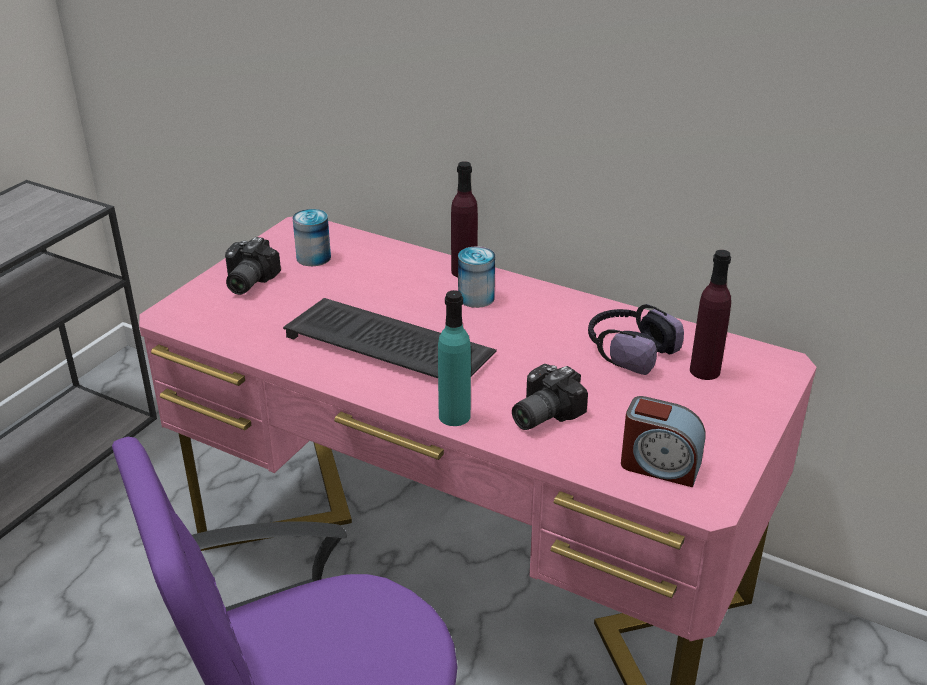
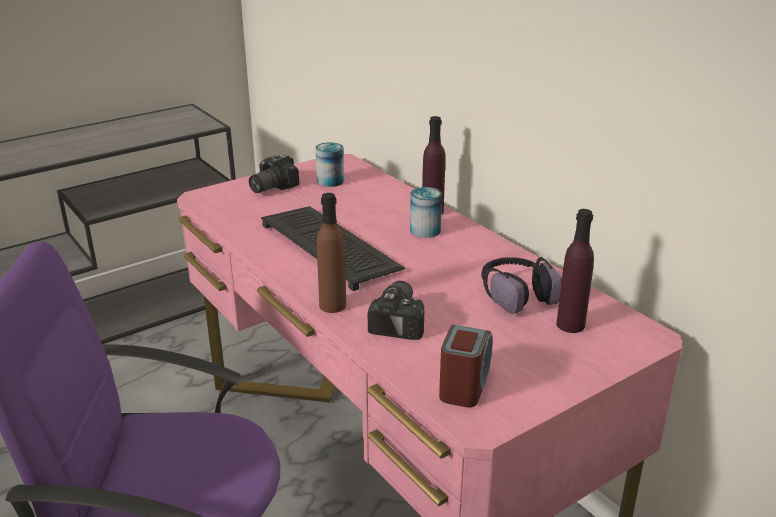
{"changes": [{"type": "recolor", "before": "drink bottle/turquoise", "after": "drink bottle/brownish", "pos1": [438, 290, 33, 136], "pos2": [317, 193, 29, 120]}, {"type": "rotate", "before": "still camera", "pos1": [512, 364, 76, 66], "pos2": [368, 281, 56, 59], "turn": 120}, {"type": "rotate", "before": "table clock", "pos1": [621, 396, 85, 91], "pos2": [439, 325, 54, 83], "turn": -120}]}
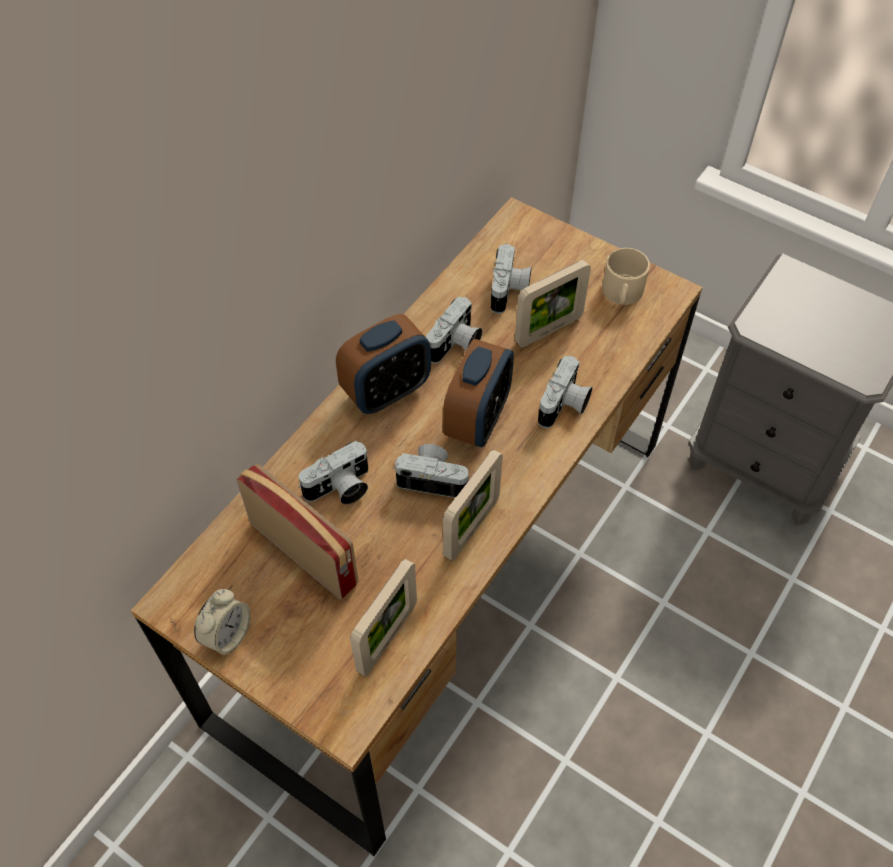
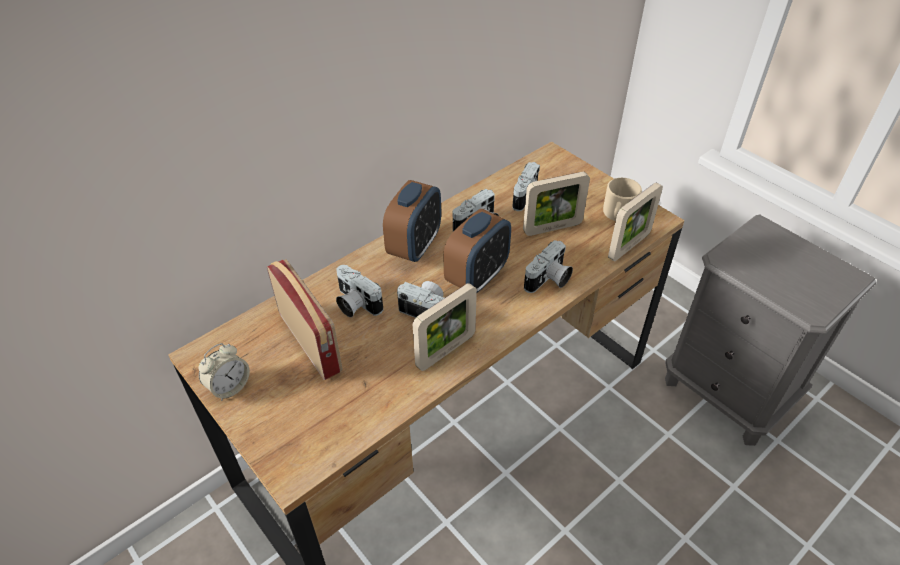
{"changes": [{"type": "rotate", "before": "still camera", "pos1": [298, 441, 70, 64], "pos2": [336, 265, 47, 52], "turn": 60}, {"type": "rotate", "before": "table clock", "pos1": [336, 314, 95, 100], "pos2": [383, 180, 58, 82], "turn": -45}, {"type": "move", "before": "picture frame", "pos1": [350, 559, 67, 118], "pos2": [608, 182, 55, 79]}]}
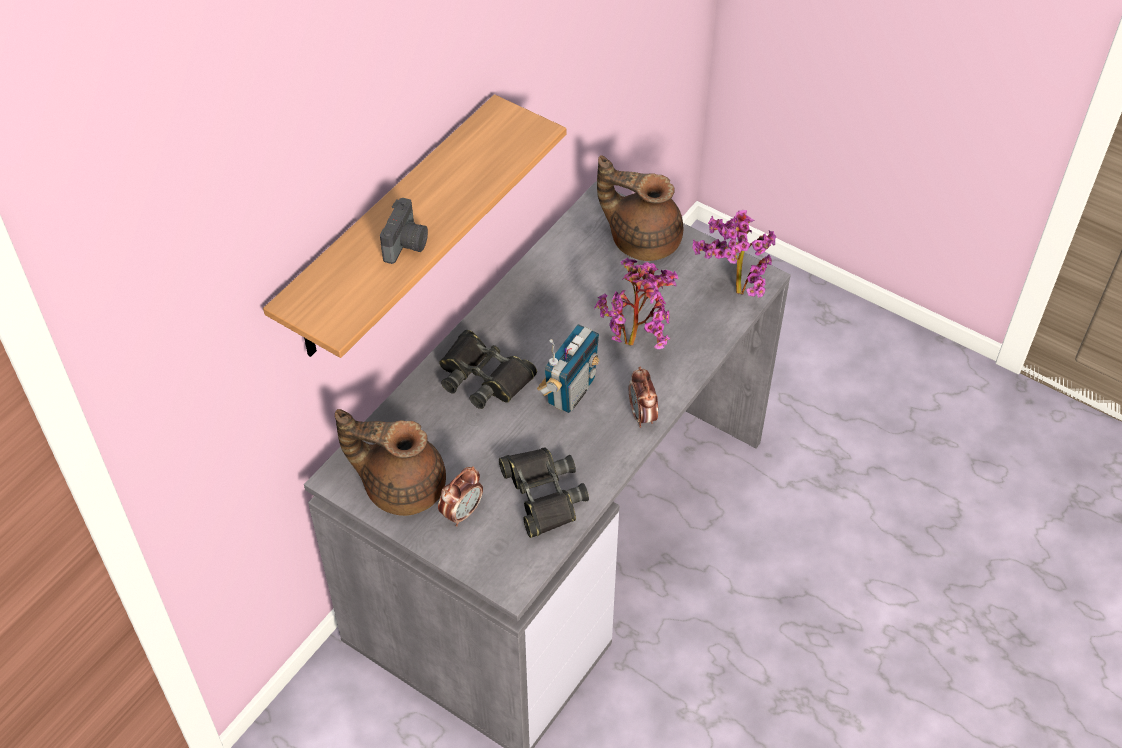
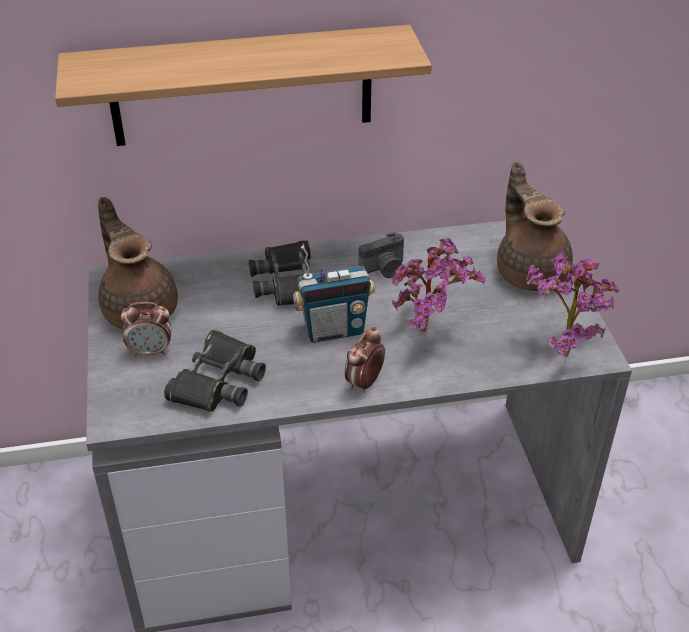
{"changes": [{"type": "move", "before": "still camera", "pos1": [380, 198, 48, 66], "pos2": [358, 232, 46, 46]}]}
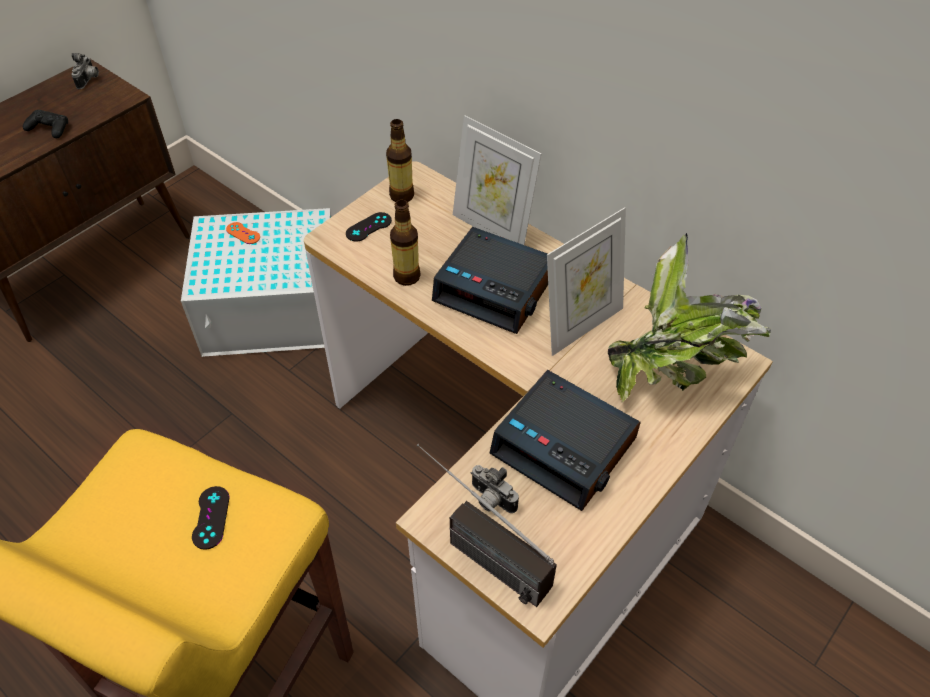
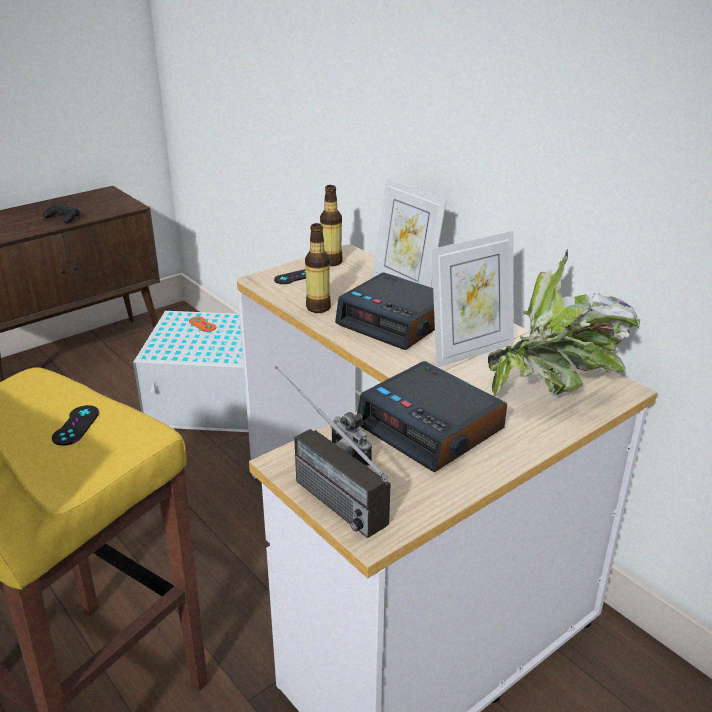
{"changes": [{"type": "delete", "before": "still camera", "pos1": [71, 53, 28, 36]}]}
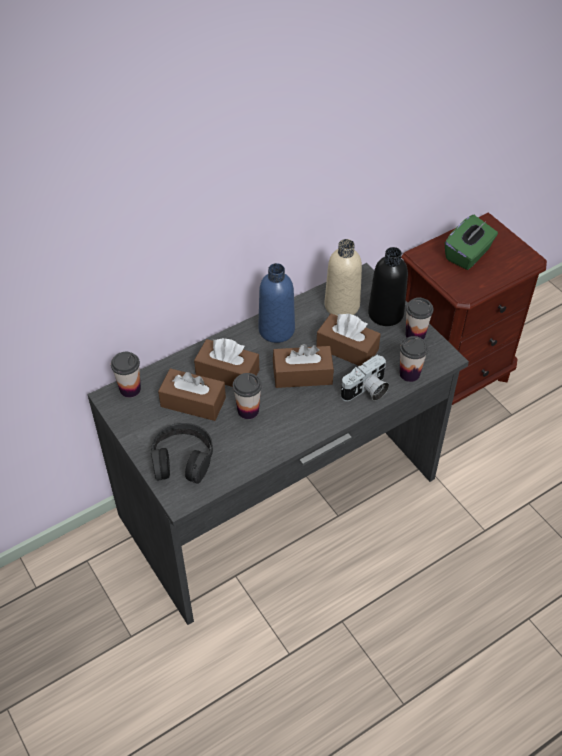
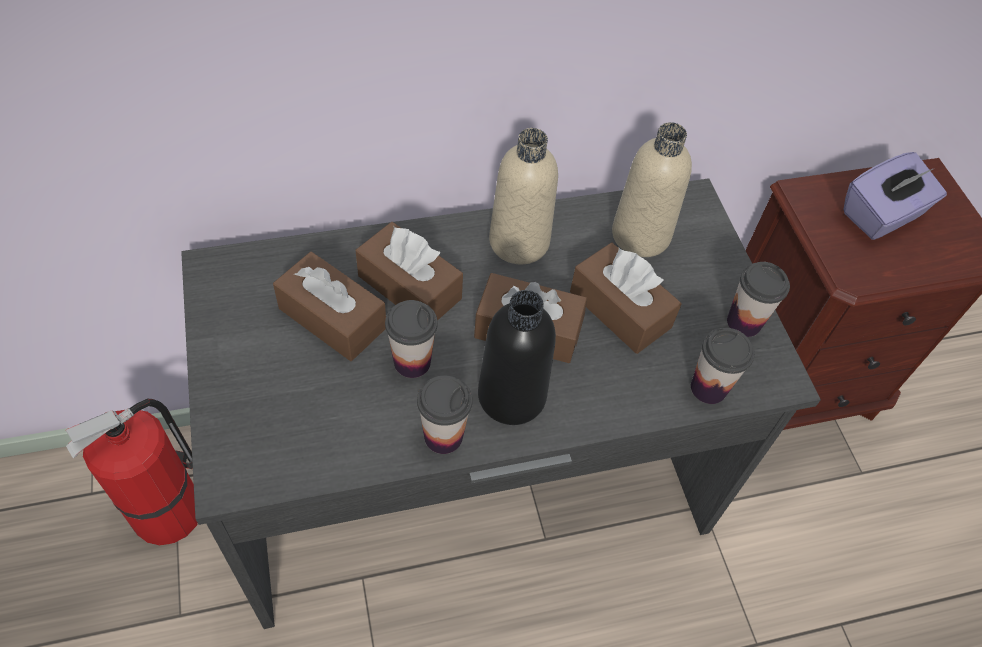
{"changes": [{"type": "insert", "after": "fire extinguisher", "pos2": [66, 399, 132, 147]}, {"type": "move", "before": "drinking cup", "pos1": [111, 352, 30, 46], "pos2": [417, 376, 55, 78]}, {"type": "move", "before": "drink bottle/black-coloured", "pos1": [368, 247, 40, 79], "pos2": [478, 290, 78, 135]}, {"type": "recolor", "before": "drink bottle/blue-coloured", "after": "drink bottle/sand-coloured", "pos1": [258, 263, 37, 80], "pos2": [489, 128, 69, 136]}, {"type": "recolor", "before": "tissue holder/greenish", "after": "tissue holder/purplish", "pos1": [445, 215, 53, 55], "pos2": [843, 152, 104, 88]}, {"type": "delete", "before": "headphones/black-coloured", "pos1": [151, 423, 62, 61]}, {"type": "delete", "before": "still camera", "pos1": [341, 355, 48, 46]}]}
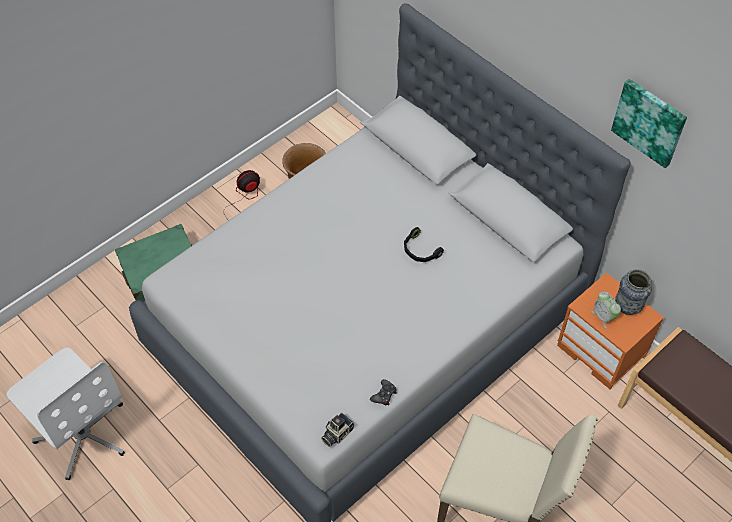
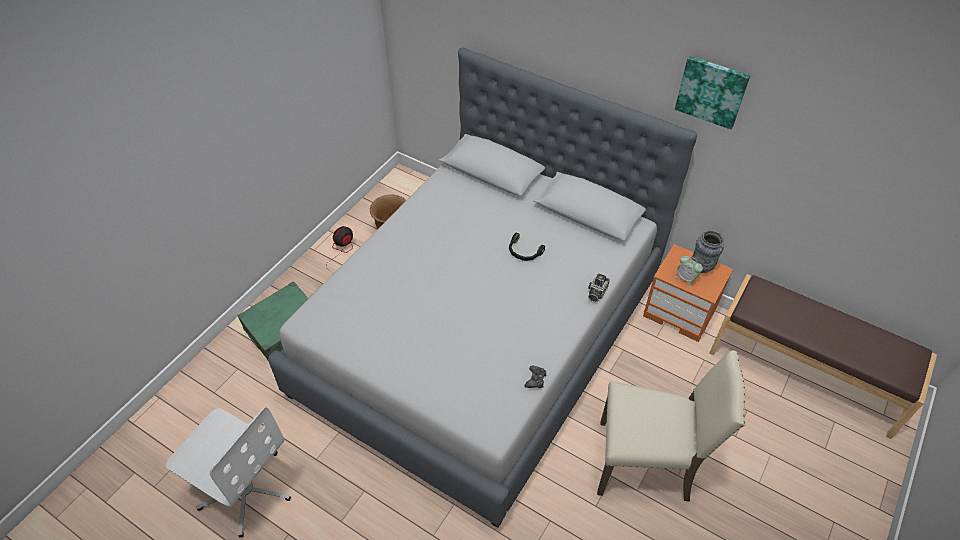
{"changes": [{"type": "move", "before": "still camera", "pos1": [321, 413, 33, 34], "pos2": [588, 273, 22, 29]}]}
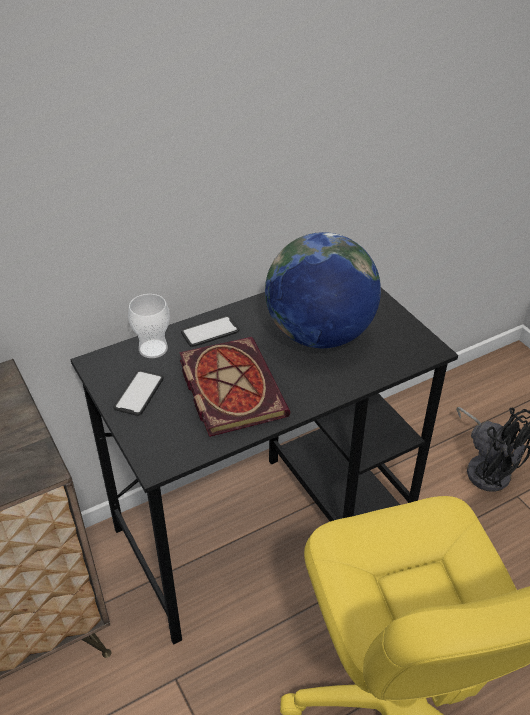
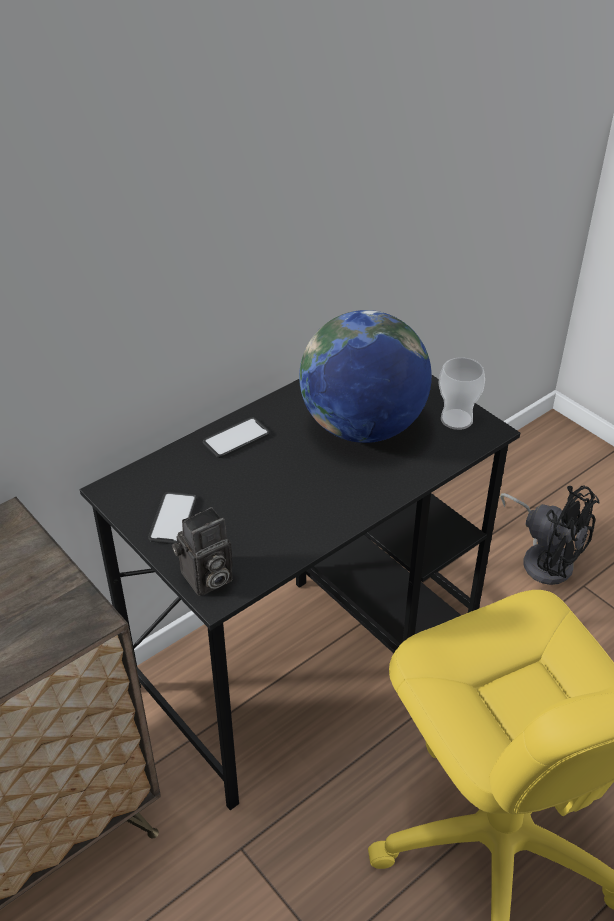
{"changes": [{"type": "insert", "after": "still camera", "pos2": [172, 507, 61, 89]}, {"type": "move", "before": "drinking cup", "pos1": [128, 294, 42, 64], "pos2": [438, 357, 47, 73]}, {"type": "delete", "before": "bound book", "pos1": [179, 337, 111, 100]}]}
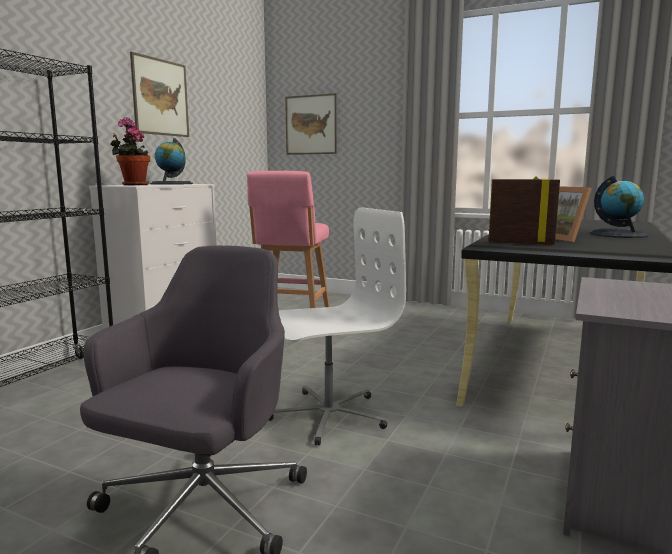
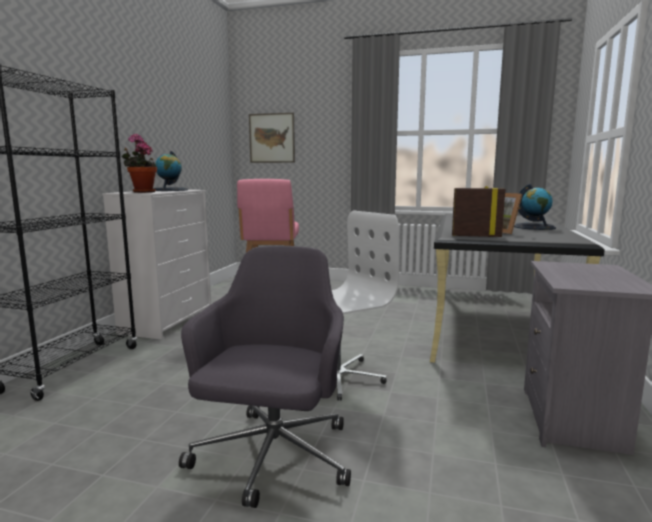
{"changes": [{"type": "delete", "before": "picture", "pos1": [130, 52, 59, 85]}]}
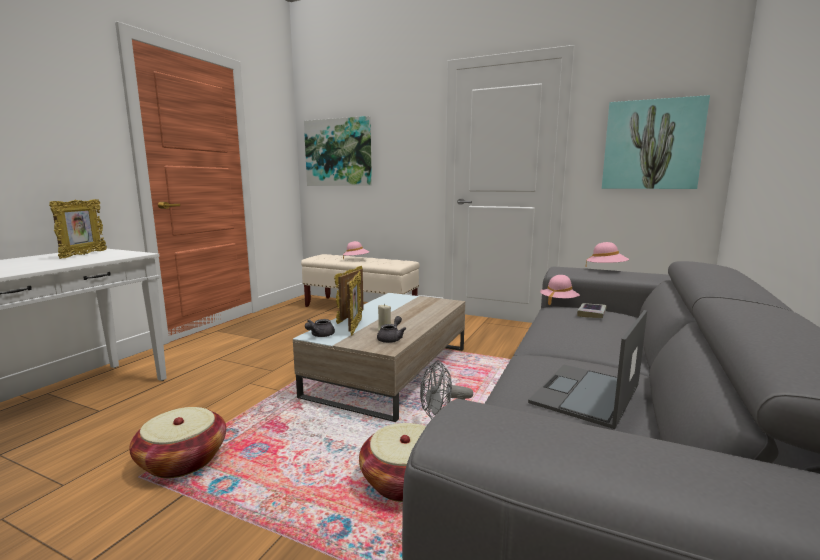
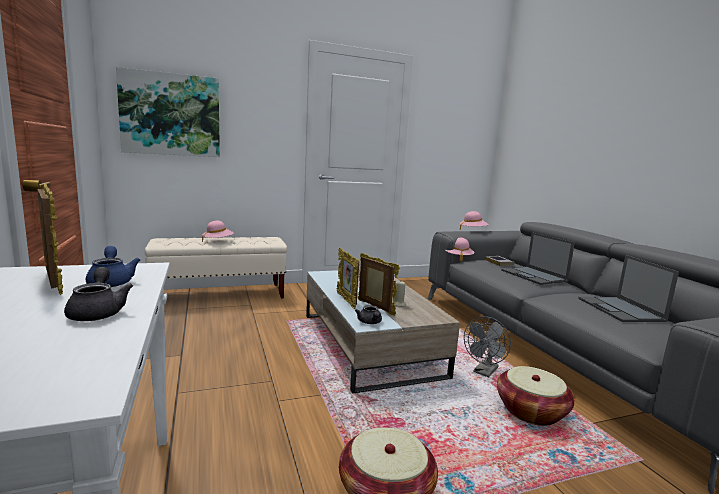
{"changes": [{"type": "move", "before": "tea pot/greyish", "pos1": [377, 316, 29, 27], "pos2": [64, 267, 69, 54]}, {"type": "insert", "after": "tea pot/blue-coloured", "pos2": [86, 246, 54, 41]}, {"type": "insert", "after": "laptop", "pos2": [501, 232, 74, 53]}, {"type": "delete", "before": "picture", "pos1": [602, 95, 108, 94]}]}
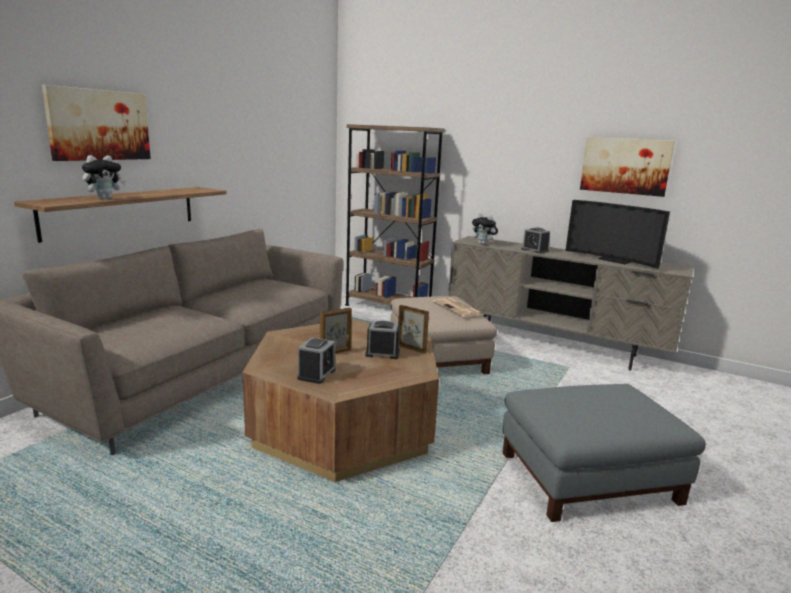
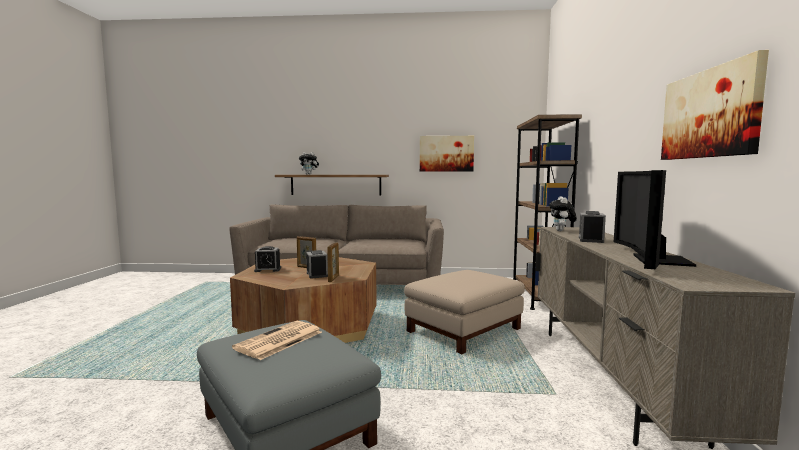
{"changes": [{"type": "move", "before": "newspaper", "pos1": [433, 298, 49, 19], "pos2": [232, 321, 90, 39]}, {"type": "move", "before": "picture", "pos1": [42, 85, 109, 76], "pos2": [420, 136, 54, 36]}]}
